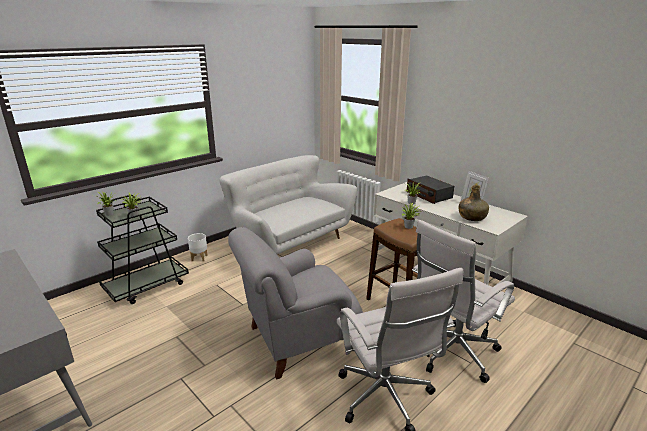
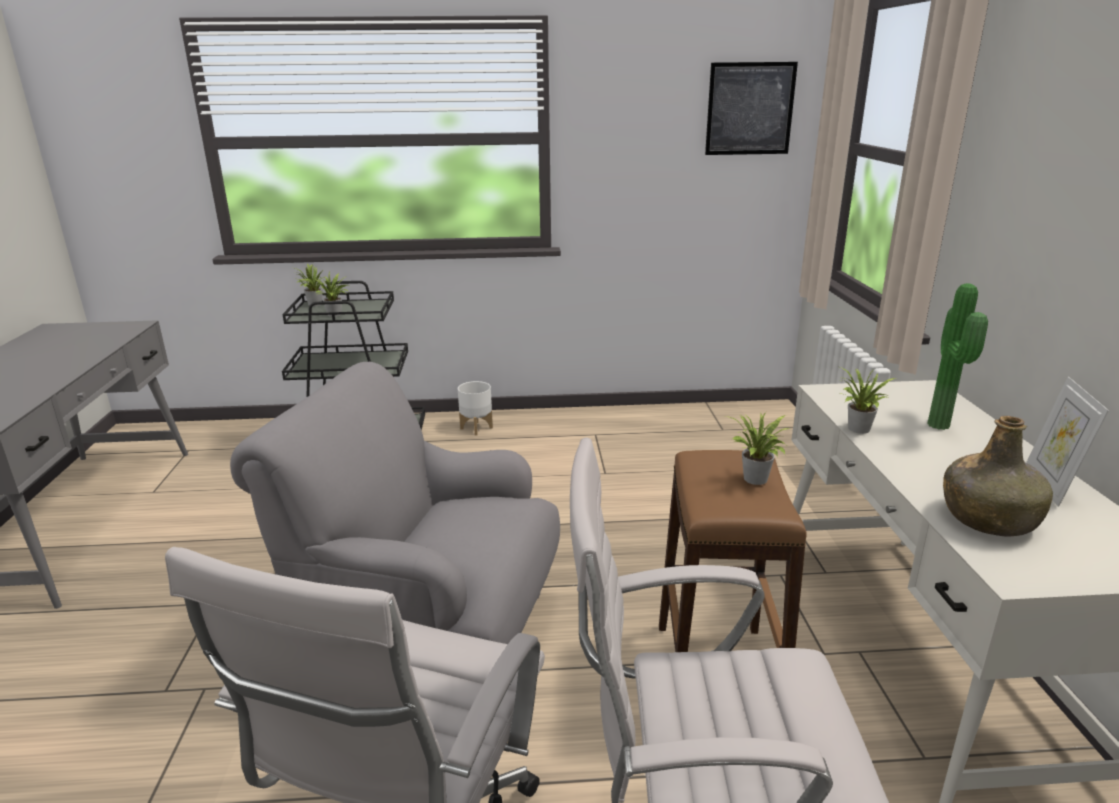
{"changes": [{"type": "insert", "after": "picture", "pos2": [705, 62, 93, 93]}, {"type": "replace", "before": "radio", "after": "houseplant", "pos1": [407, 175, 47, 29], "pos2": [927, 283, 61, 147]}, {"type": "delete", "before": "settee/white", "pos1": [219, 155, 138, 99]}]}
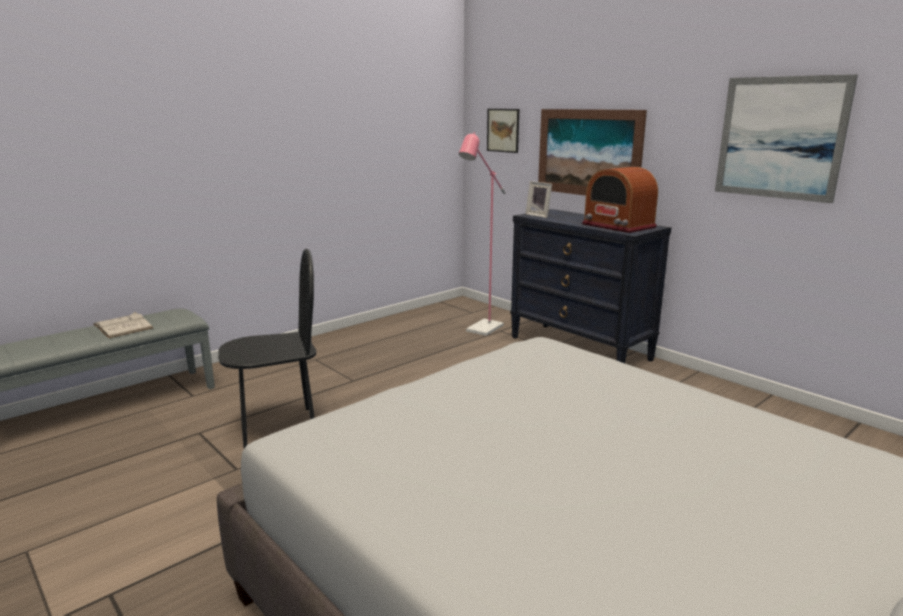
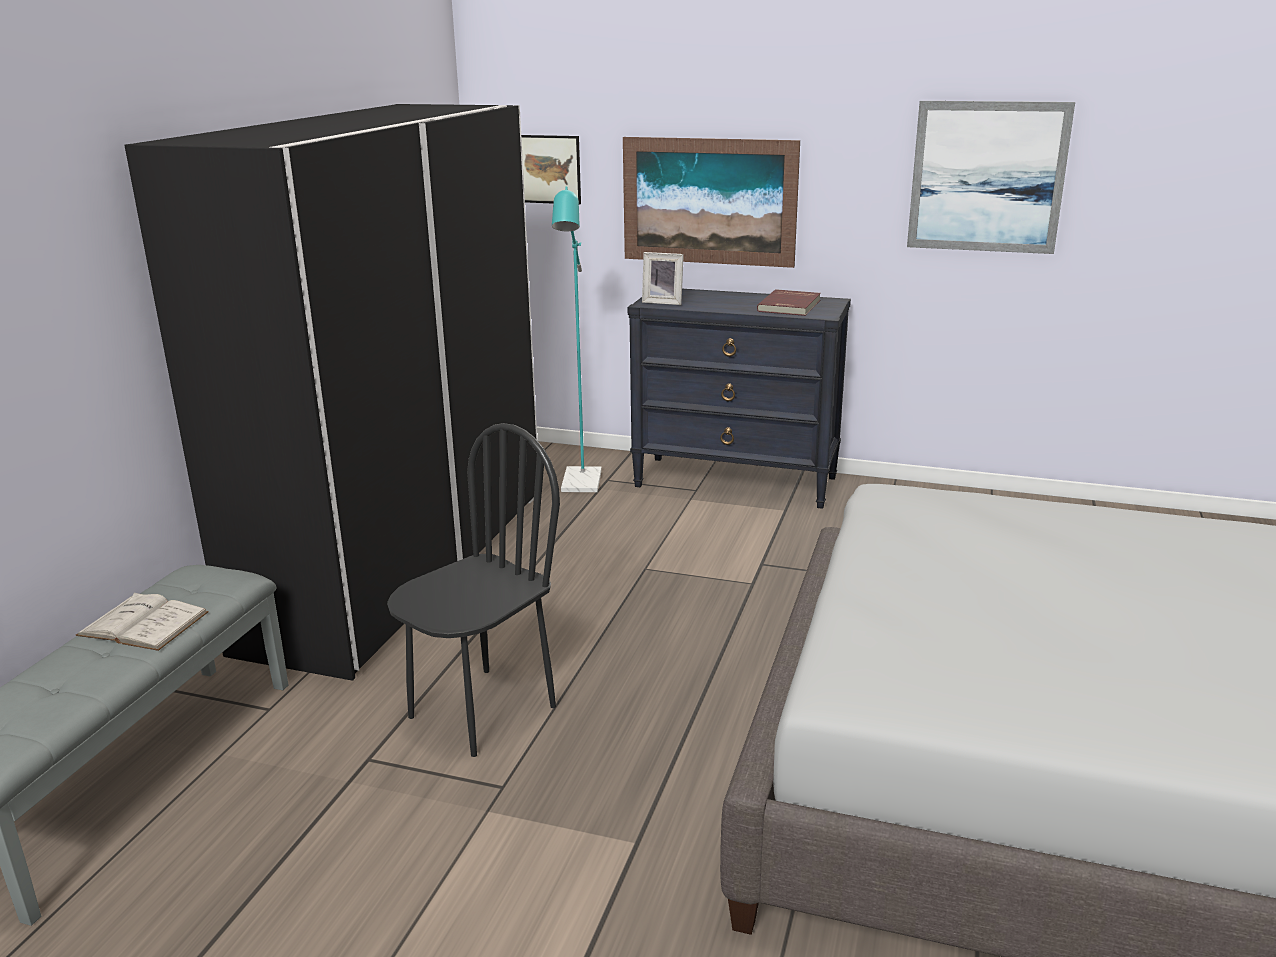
{"changes": [{"type": "insert", "after": "wardrobe/black-coloured", "pos2": [125, 104, 412, 577]}, {"type": "recolor", "before": "standing lamp/pink-coloured", "after": "standing lamp/turquoise", "pos1": [459, 132, 47, 204], "pos2": [552, 186, 50, 306]}, {"type": "replace", "before": "radio", "after": "bound book/red", "pos1": [582, 167, 76, 66], "pos2": [757, 289, 64, 27]}]}
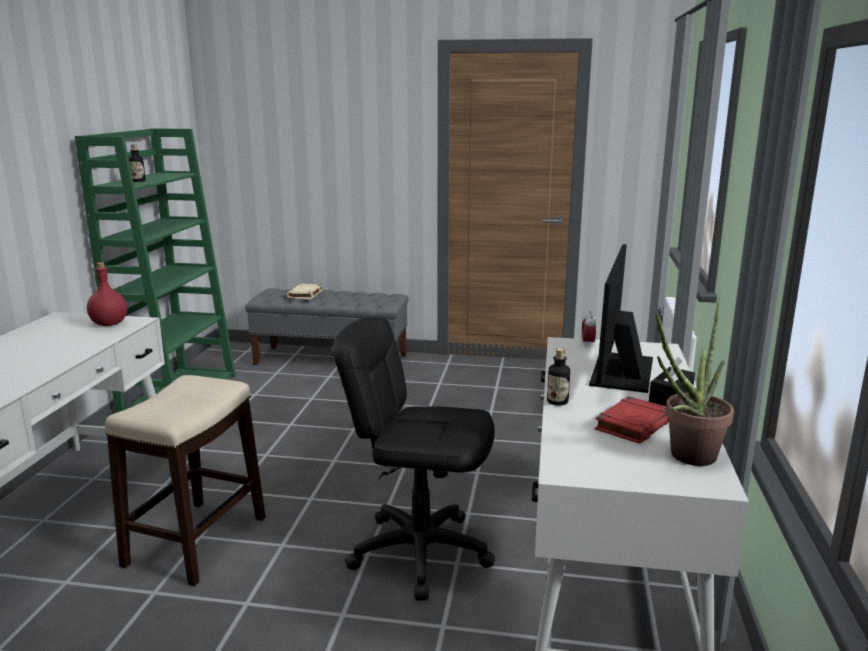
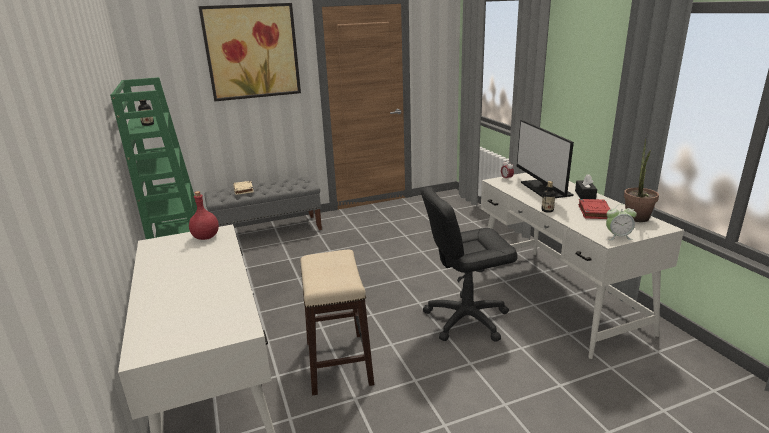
{"changes": [{"type": "insert", "after": "picture", "pos2": [199, 3, 102, 98]}, {"type": "insert", "after": "table clock", "pos2": [606, 204, 31, 36]}]}
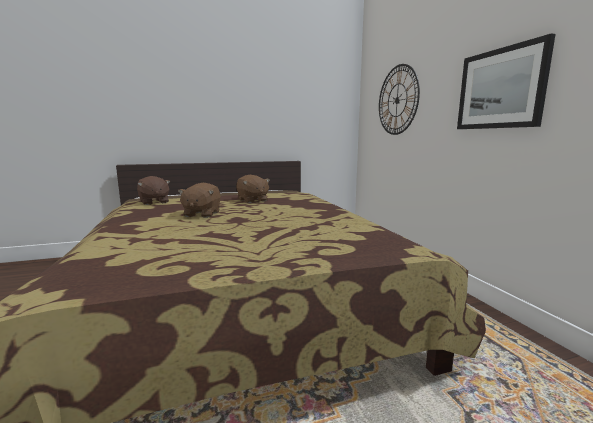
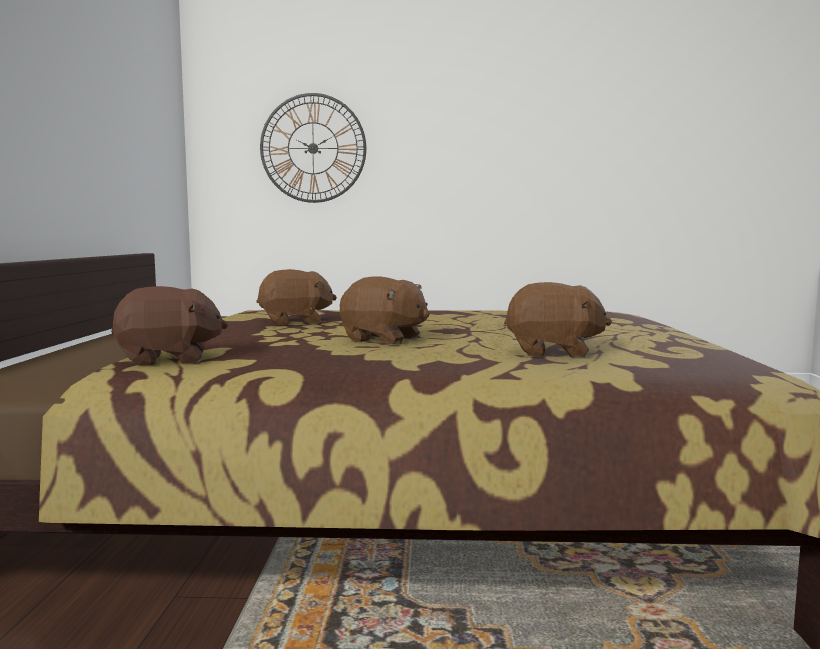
{"changes": [{"type": "insert", "after": "soft toy/brownish", "pos2": [504, 282, 108, 75]}, {"type": "delete", "before": "picture", "pos1": [457, 33, 98, 96]}]}
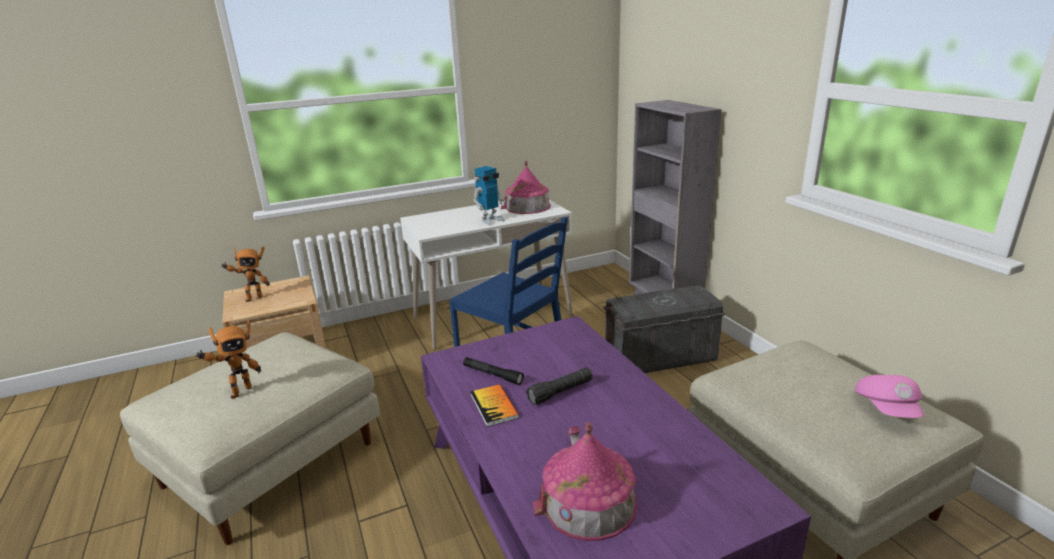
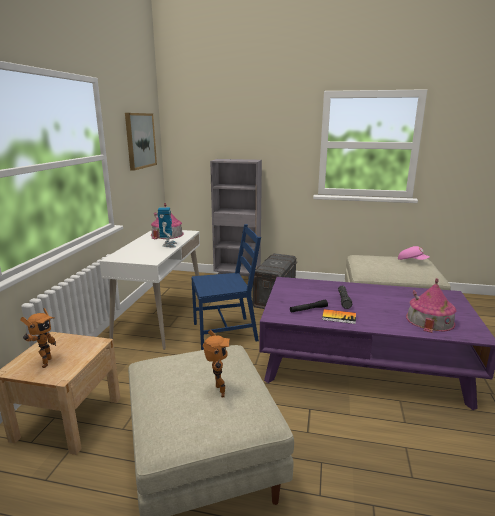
{"changes": [{"type": "insert", "after": "picture", "pos2": [125, 113, 32, 58]}]}
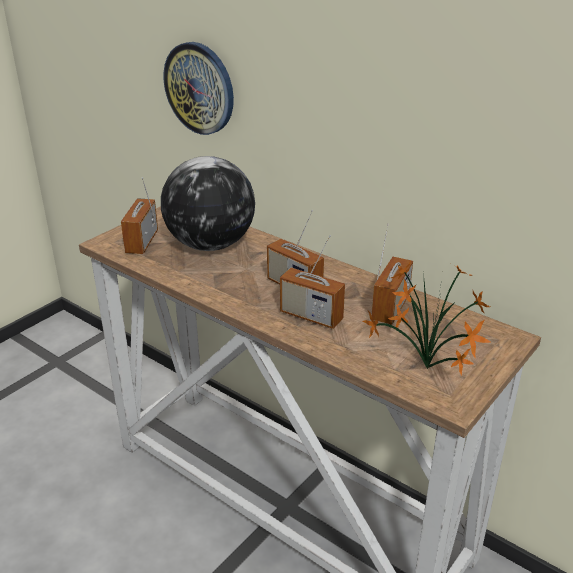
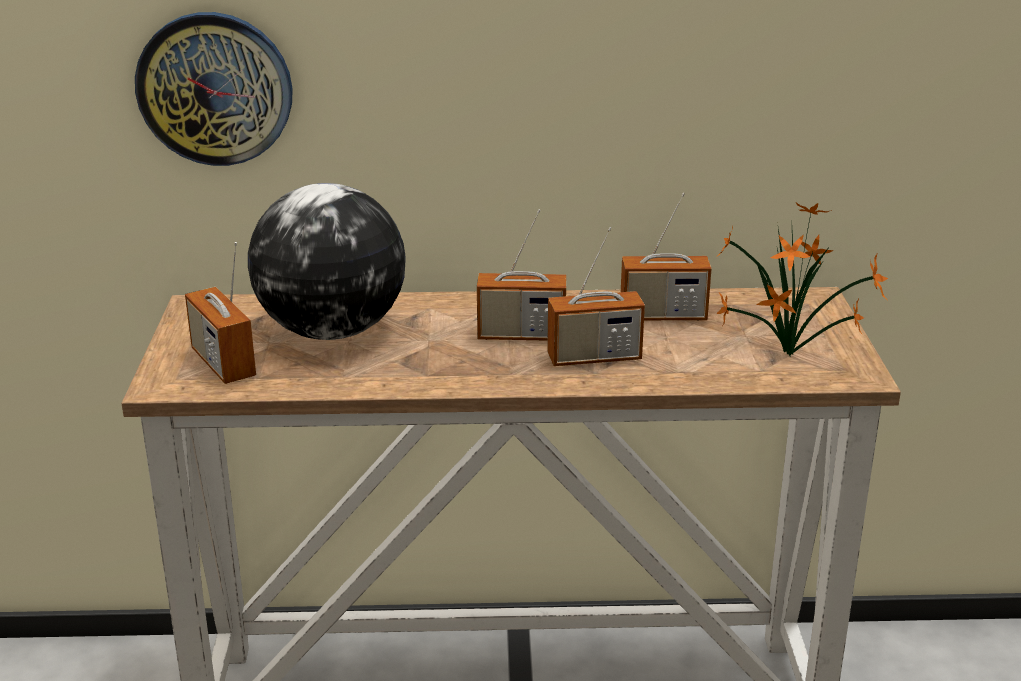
{"changes": [{"type": "rotate", "before": "radio", "pos1": [372, 223, 41, 102], "pos2": [621, 193, 90, 128], "turn": 105}]}
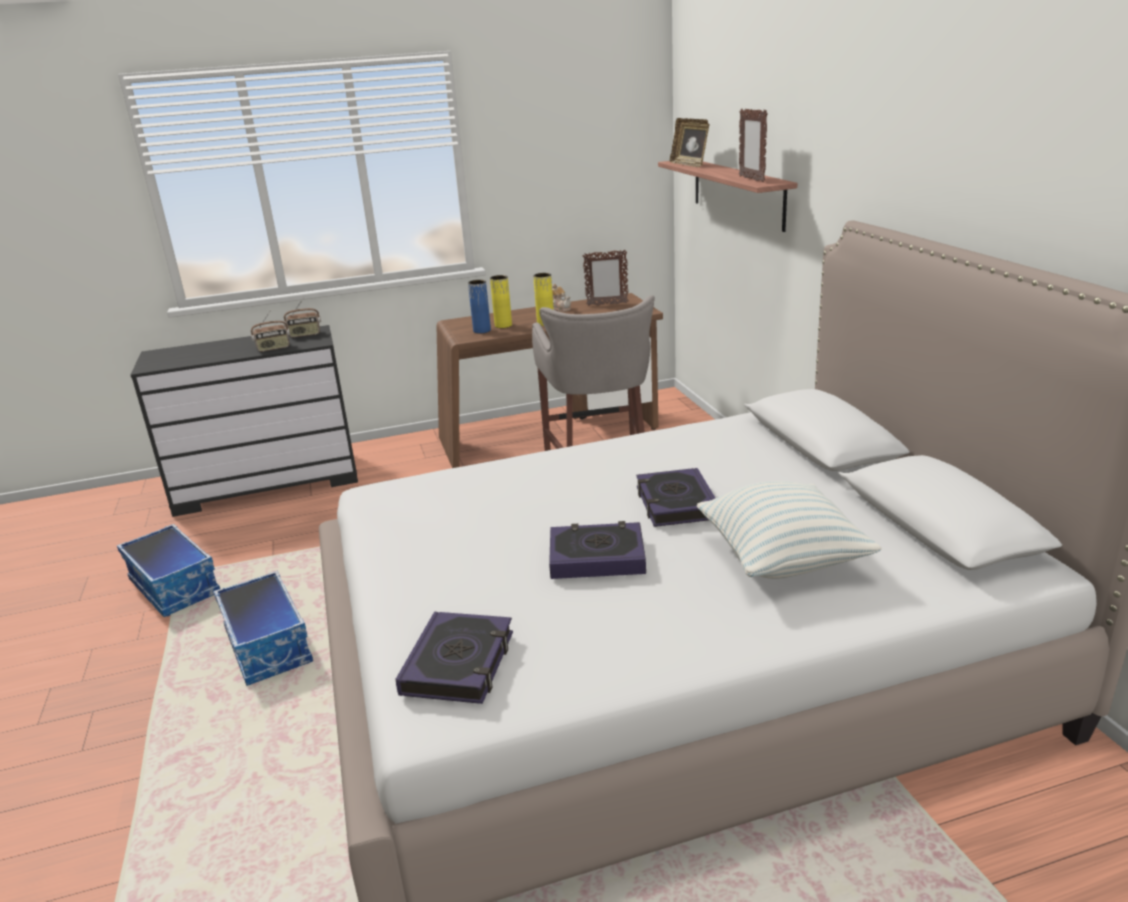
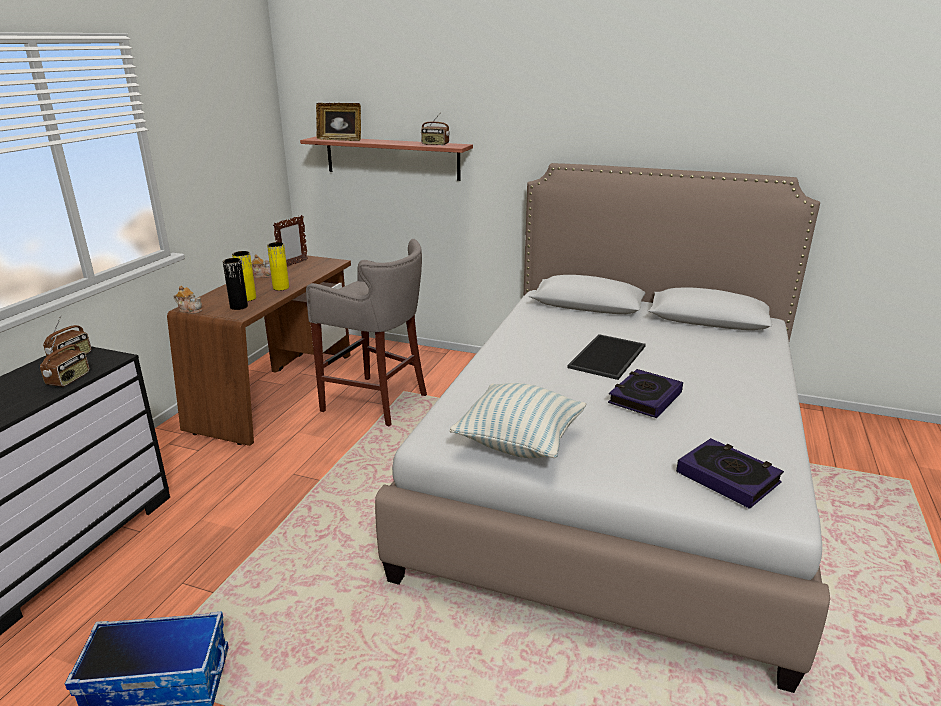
{"changes": [{"type": "insert", "after": "tea pot", "pos2": [174, 286, 29, 28]}, {"type": "recolor", "before": "vase/blue-coloured", "after": "vase/black-coloured", "pos1": [468, 280, 23, 54], "pos2": [223, 258, 25, 52]}, {"type": "replace", "before": "picture frame", "after": "radio", "pos1": [739, 108, 29, 74], "pos2": [421, 112, 29, 34]}, {"type": "move", "before": "pillow", "pos1": [697, 481, 185, 98], "pos2": [450, 383, 136, 75]}, {"type": "replace", "before": "bound book", "after": "tray", "pos1": [636, 468, 79, 59], "pos2": [567, 334, 79, 46]}, {"type": "delete", "before": "storage container", "pos1": [213, 571, 100, 115]}]}
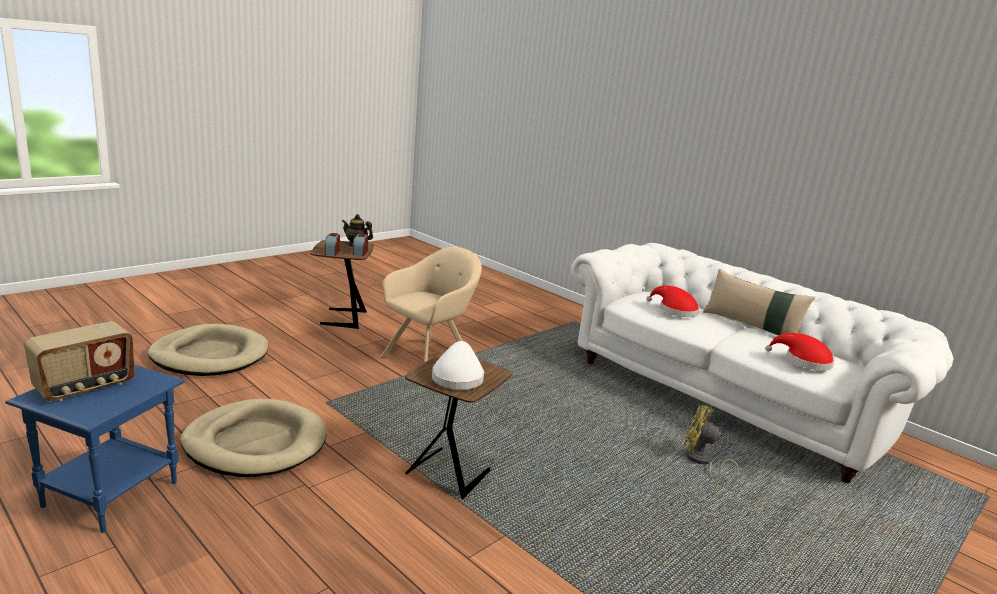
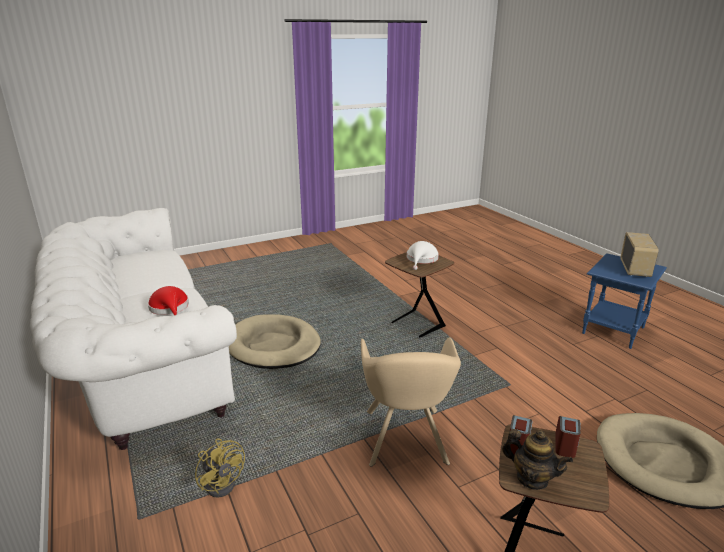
{"changes": [{"type": "move", "before": "electric fan/yellowish", "pos1": [684, 405, 55, 79], "pos2": [195, 438, 50, 59]}, {"type": "move", "before": "dog bed/sand-coloured", "pos1": [180, 399, 147, 78], "pos2": [229, 315, 92, 54]}, {"type": "rotate", "before": "lounge chair/sand-coloured", "pos1": [380, 247, 102, 115], "pos2": [361, 337, 100, 130], "turn": -60}, {"type": "rotate", "before": "radio", "pos1": [24, 321, 111, 80], "pos2": [620, 232, 39, 45], "turn": 135}, {"type": "delete", "before": "pillow/sand-coloured", "pos1": [703, 269, 112, 67]}, {"type": "delete", "before": "hat/red", "pos1": [765, 333, 69, 38]}]}
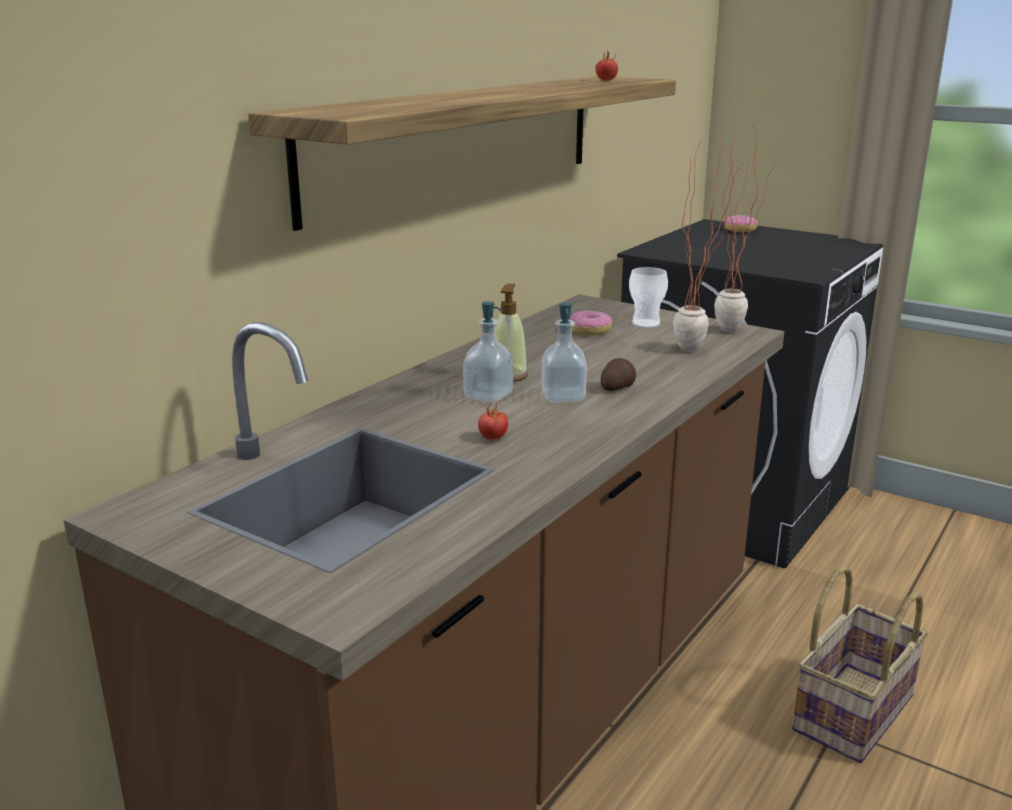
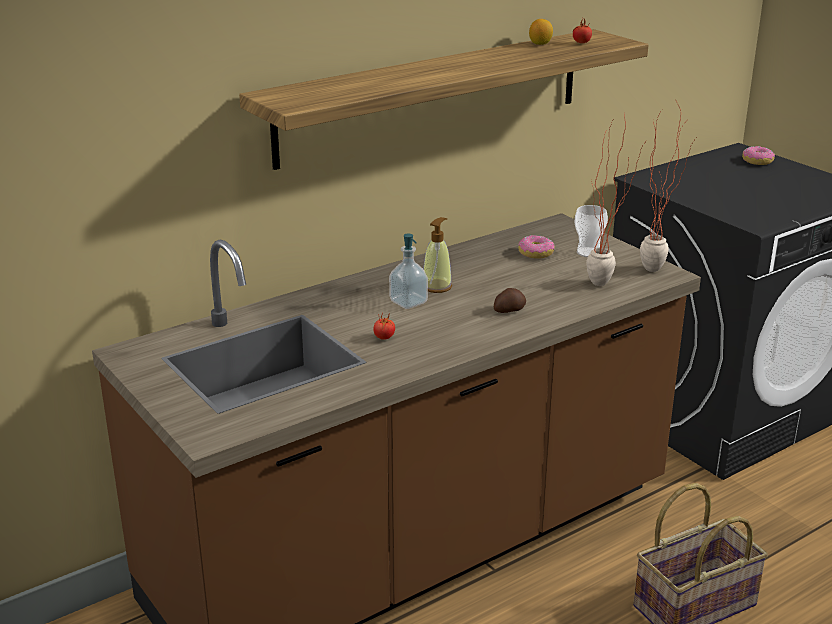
{"changes": [{"type": "insert", "after": "whole lemon", "pos2": [529, 19, 24, 26]}, {"type": "delete", "before": "liquid soap bottle", "pos1": [542, 302, 45, 101]}]}
